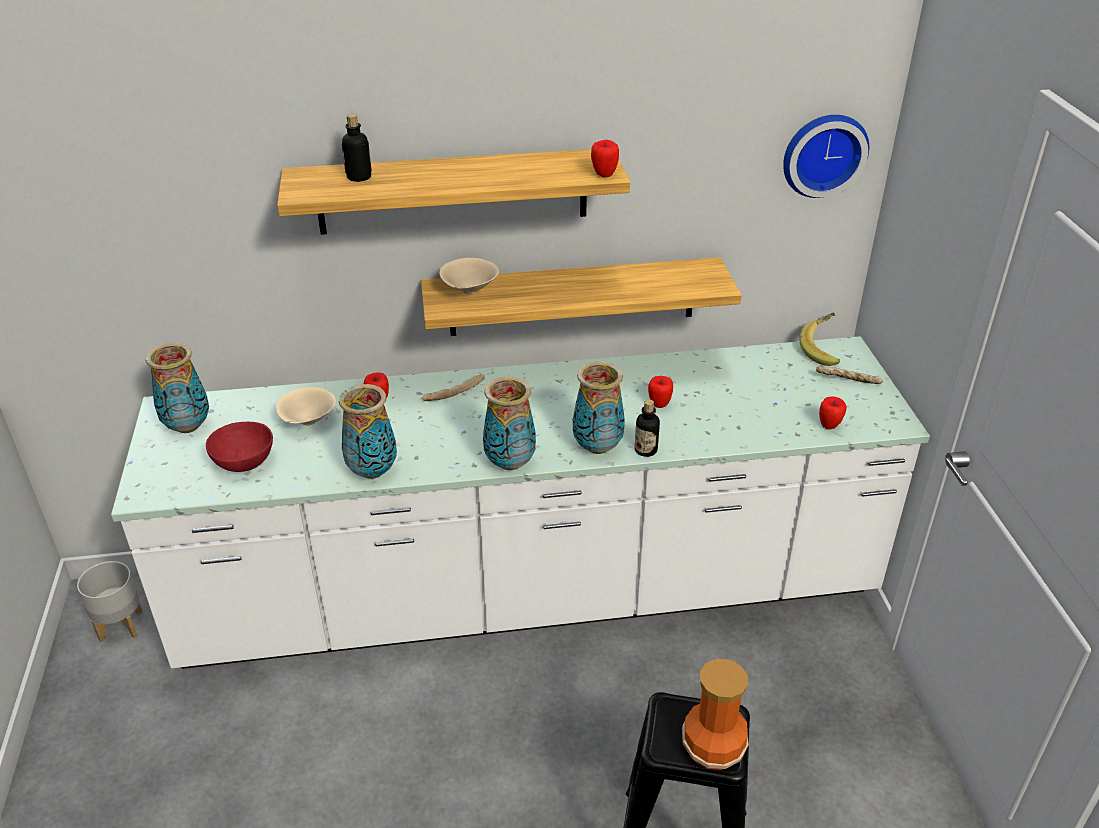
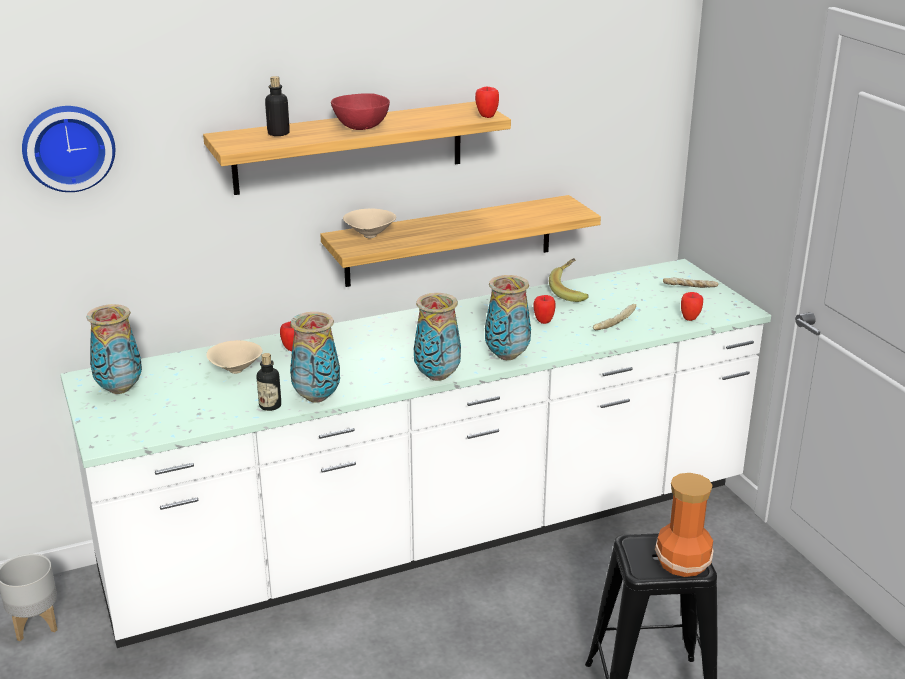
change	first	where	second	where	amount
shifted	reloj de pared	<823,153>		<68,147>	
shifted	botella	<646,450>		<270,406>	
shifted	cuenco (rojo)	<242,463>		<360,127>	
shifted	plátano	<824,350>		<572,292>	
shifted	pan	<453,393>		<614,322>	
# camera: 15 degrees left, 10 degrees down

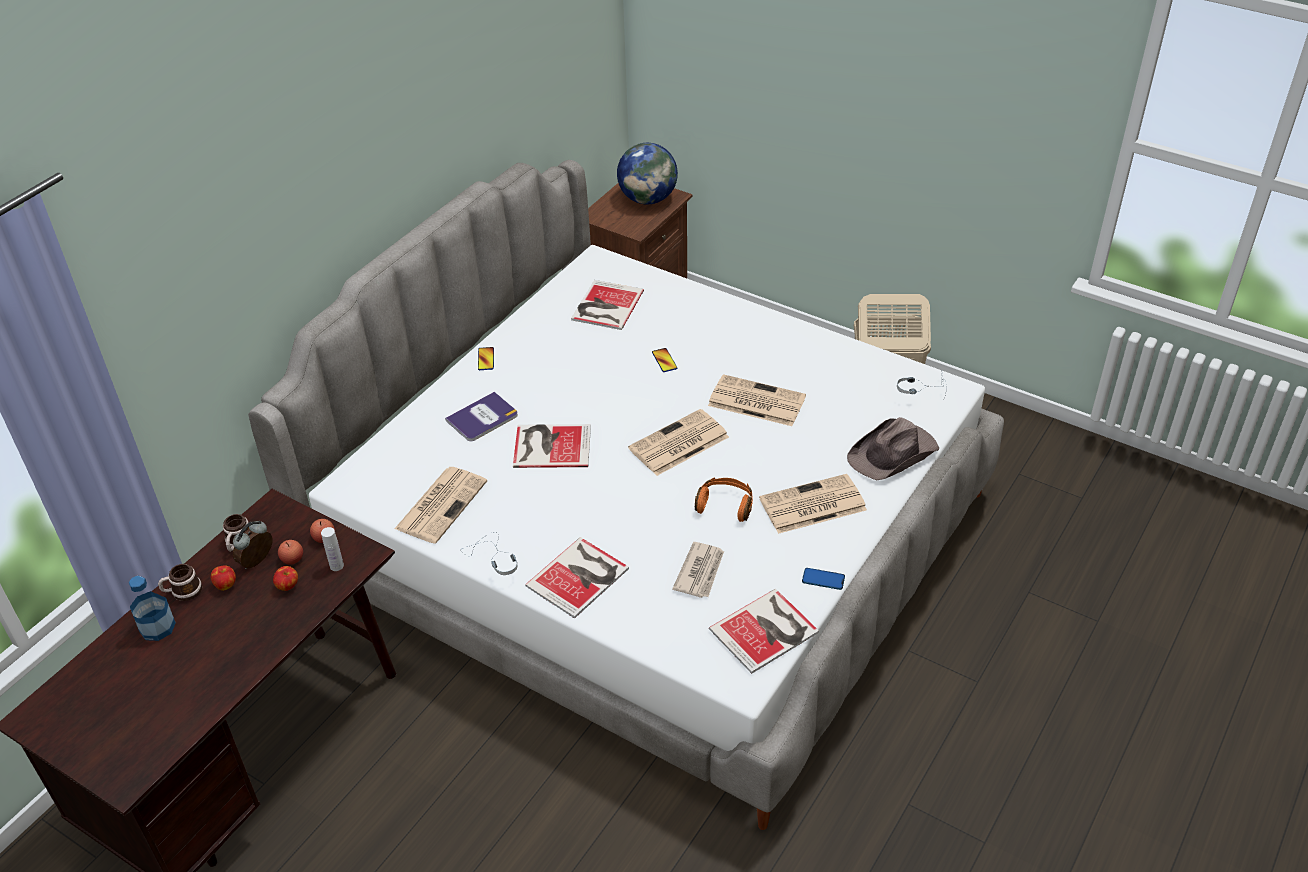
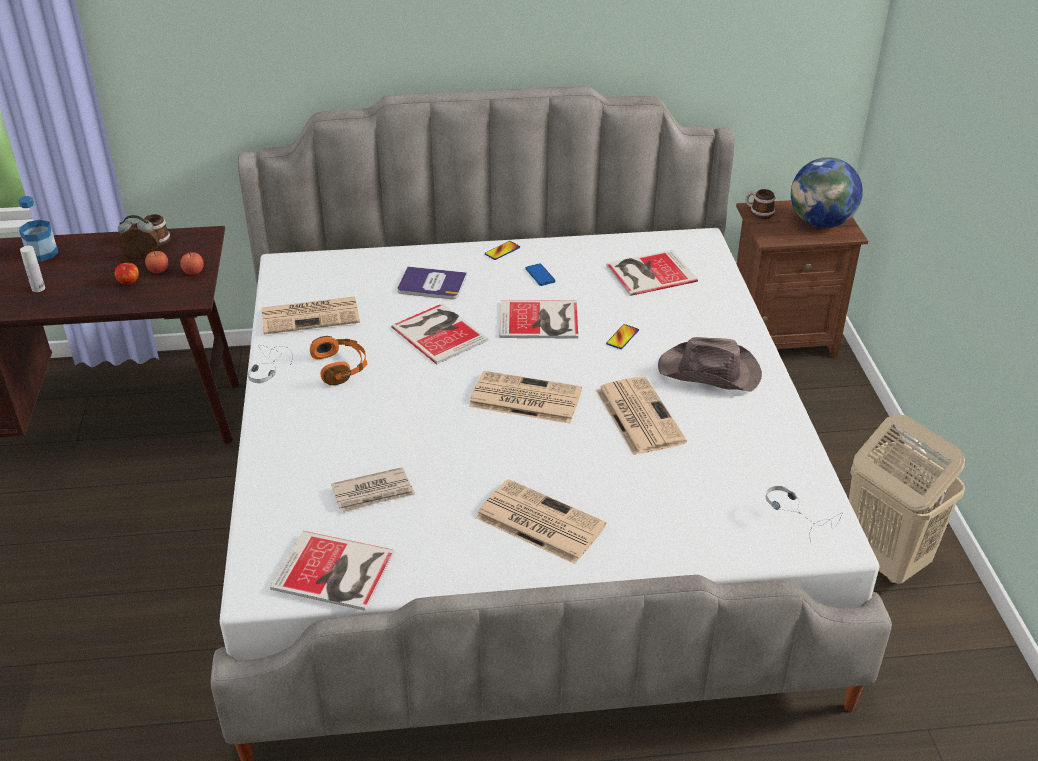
change	first	where	second	where	amount
shifted	botella (blanco)	<336,566>		<38,288>	
shifted	auriculares (naranja)	<725,505>		<341,367>	
shifted	libro	<580,577>		<541,321>	
shifted	móvil	<823,579>		<540,275>	
shifted	sombrero (marrón)	<893,454>		<710,372>	
shifted	taza grande	<182,592>		<758,212>	
gone	manzana	<226,585>			
# camera: 50 degrees right, 5 degrees down

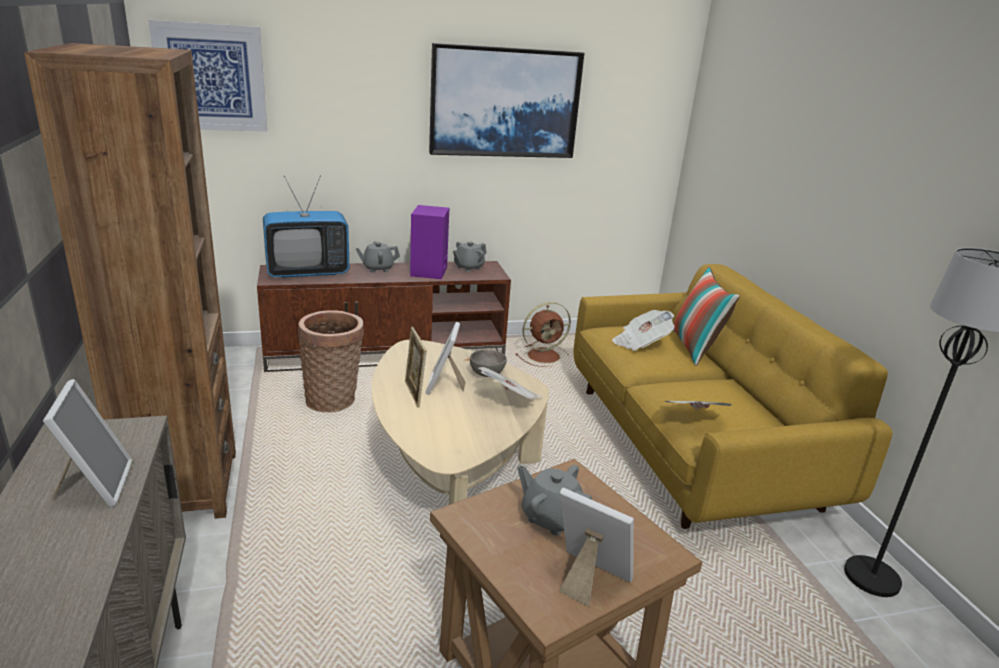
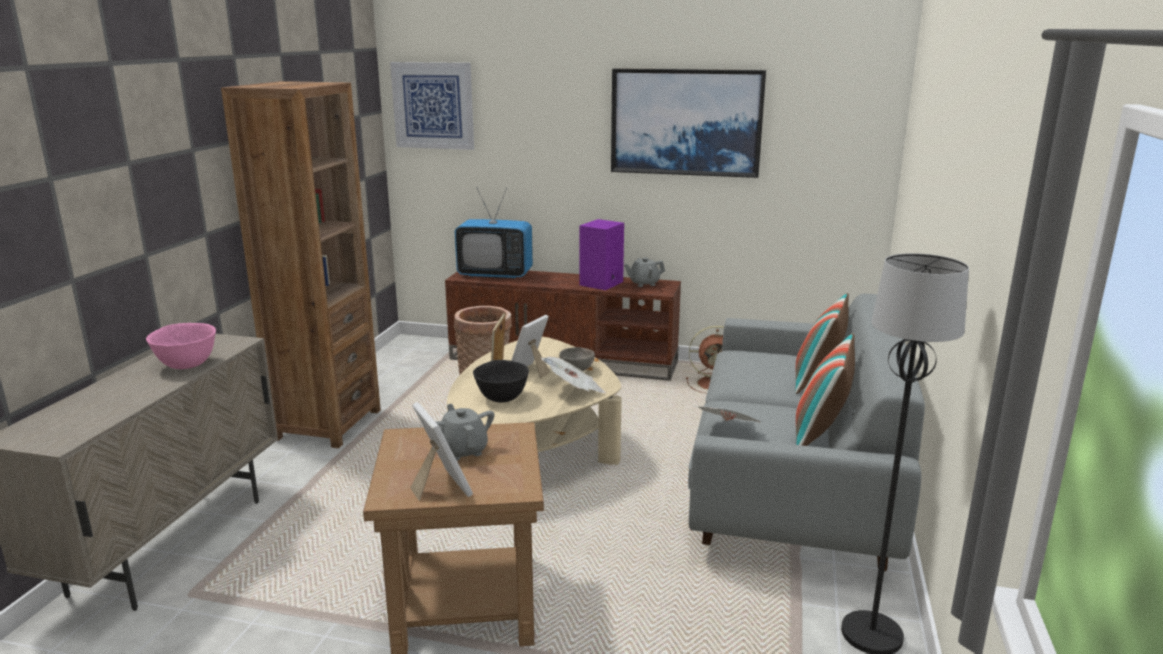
change	first	where	second	where	amount
swapped	portarretratos	<94,485>	cuenco (rosa)	<186,364>	
new			cuenco (negro)	<502,397>	
repainted	sofá (amarillo)	<690,445>	sofá (gris)	<792,484>	
new			cojín	<820,434>	
gone	tetera (gris)	<377,268>			
gone	periódico	<640,343>			
# camera: 30 degrees right, 5 degrees down

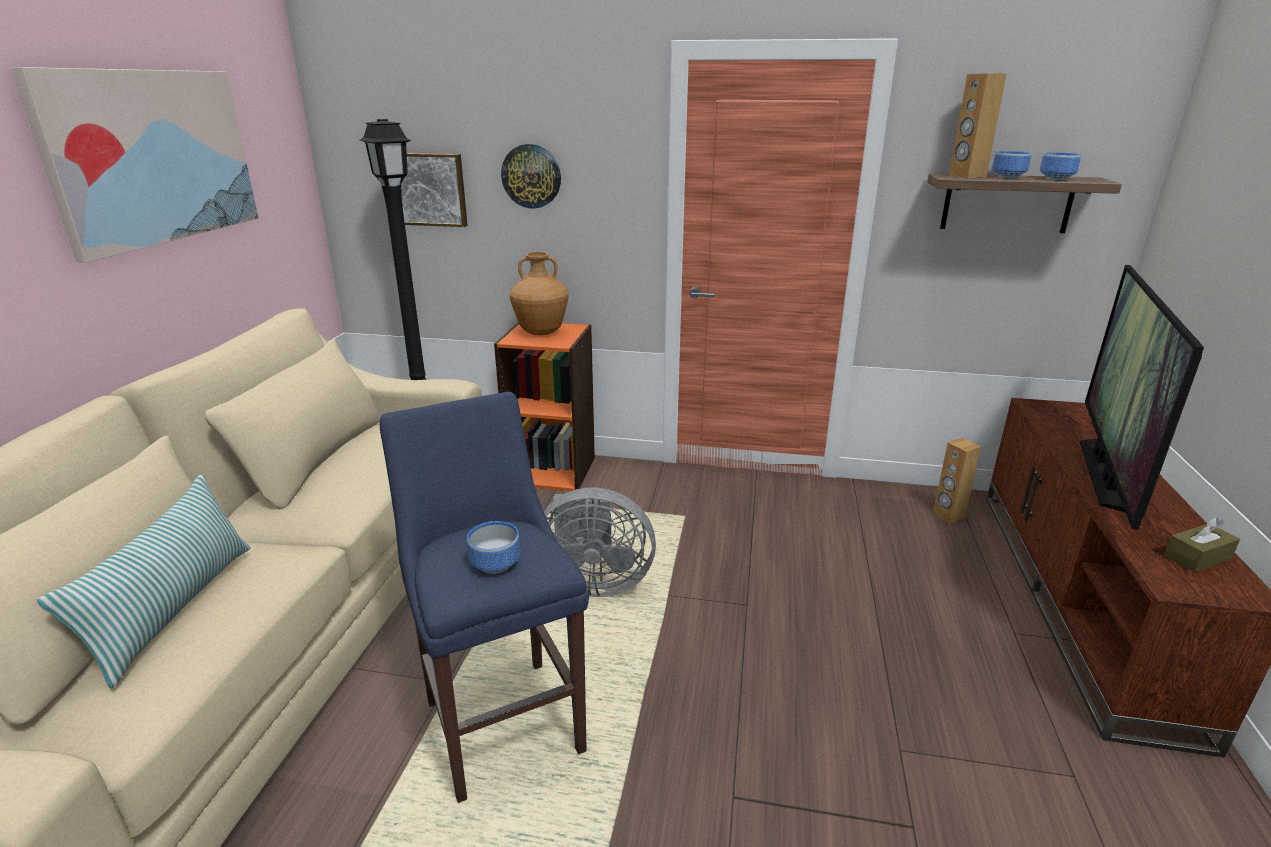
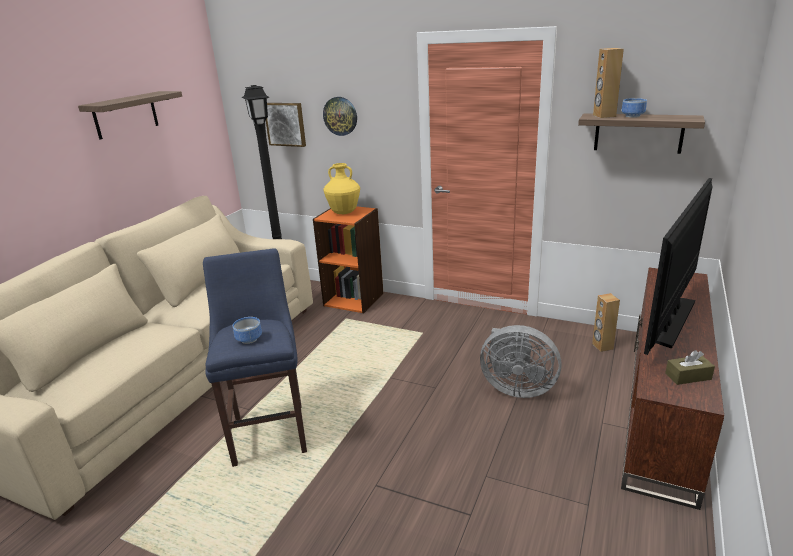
change	first	where	second	where	amount
swapped	cuadro	<153,157>	estante	<125,115>	
repainted	florero (marrón)	<541,333>	florero (amarillo)	<343,212>	
shifted	ventilador (gris)	<594,582>		<516,387>	
gone	cojín	<175,608>			
gone	cuenco	<1057,178>			
# camera: 15 degrees right, 0 degrees up

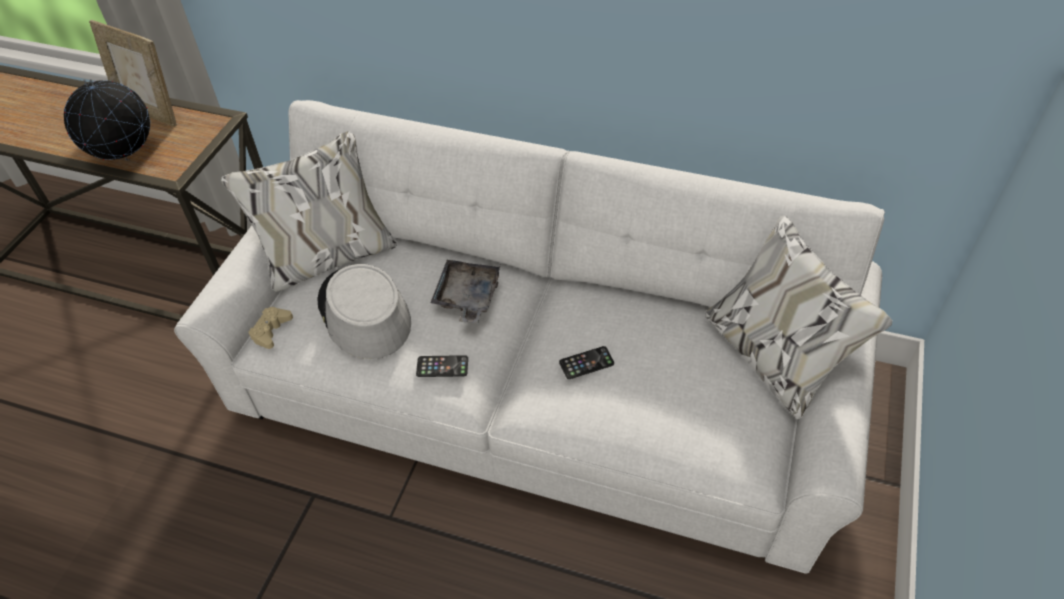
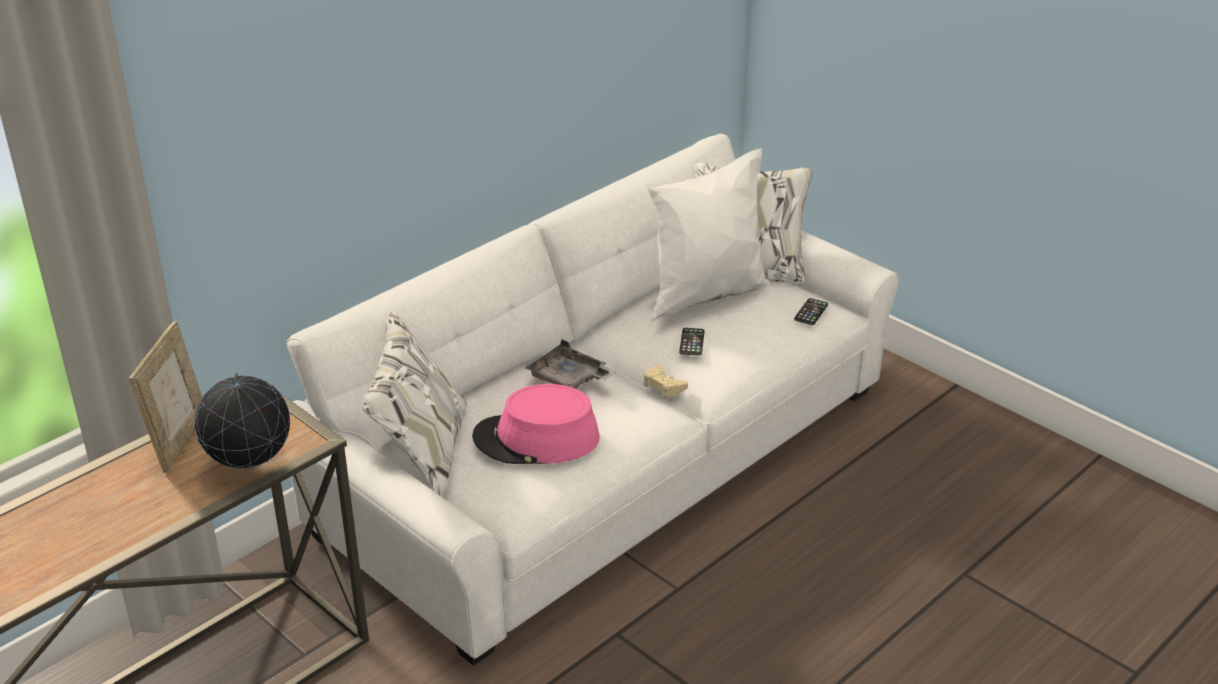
change	first	where	second	where	amount
rotated	portarretratos	<150,112>		<179,441>	45 degrees counterclockwise
repainted	sombrero (gris)	<363,313>	sombrero (rosa)	<536,439>	
shifted	mando de consola (beis)	<271,330>		<663,386>	
new			cojín (blanco)	<706,296>	
shifted	móvil	<442,366>		<811,312>	
# camera: 65 degrees left, 15 degrees down

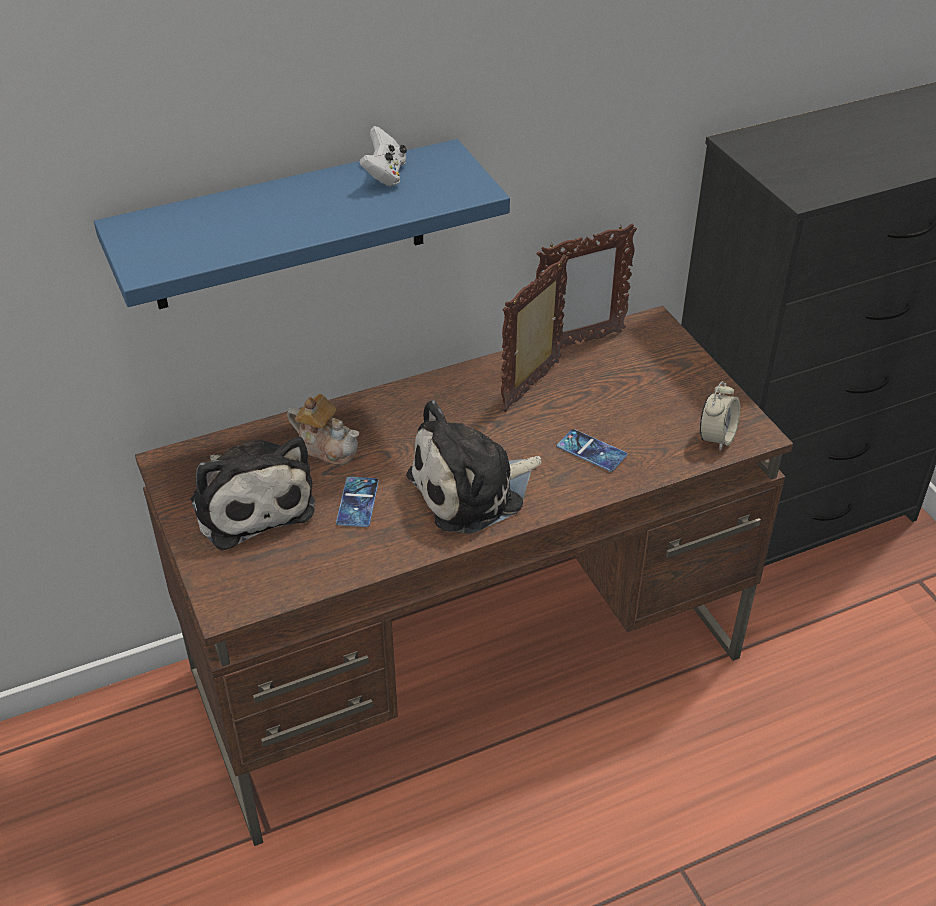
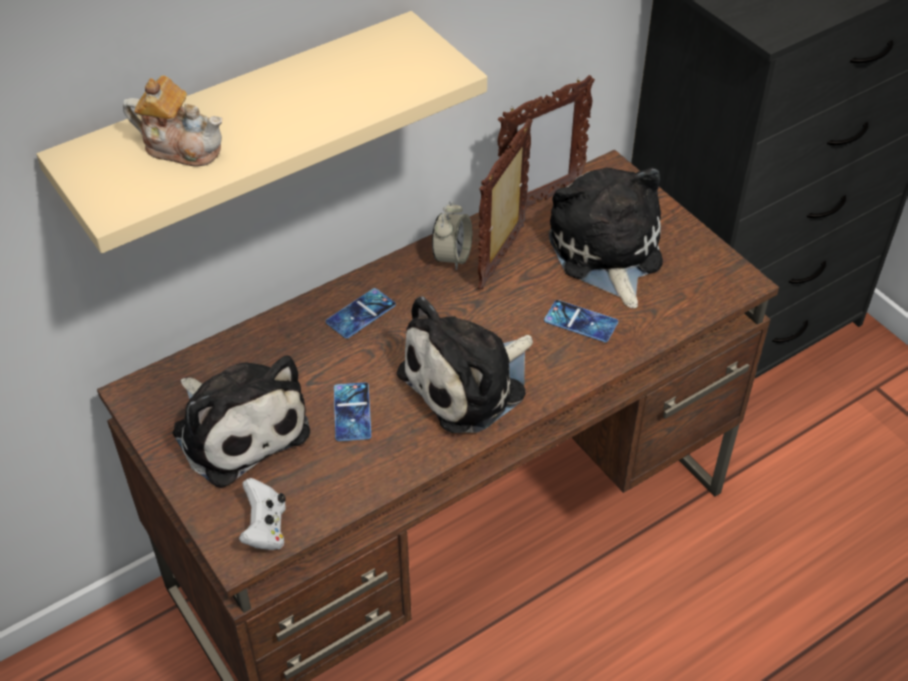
change	first	where	second	where	amount
repainted	estante (azul)	<289,226>	estante (beis)	<243,127>	
shifted	tetera	<327,447>		<181,147>	
shifted	mando de consola (blanco)	<385,175>		<265,528>	
new			móvil	<361,314>	
shifted	despertador	<716,438>		<452,257>	
new			peluche	<606,253>	
# camera: 10 degrees left, 5 degrees up

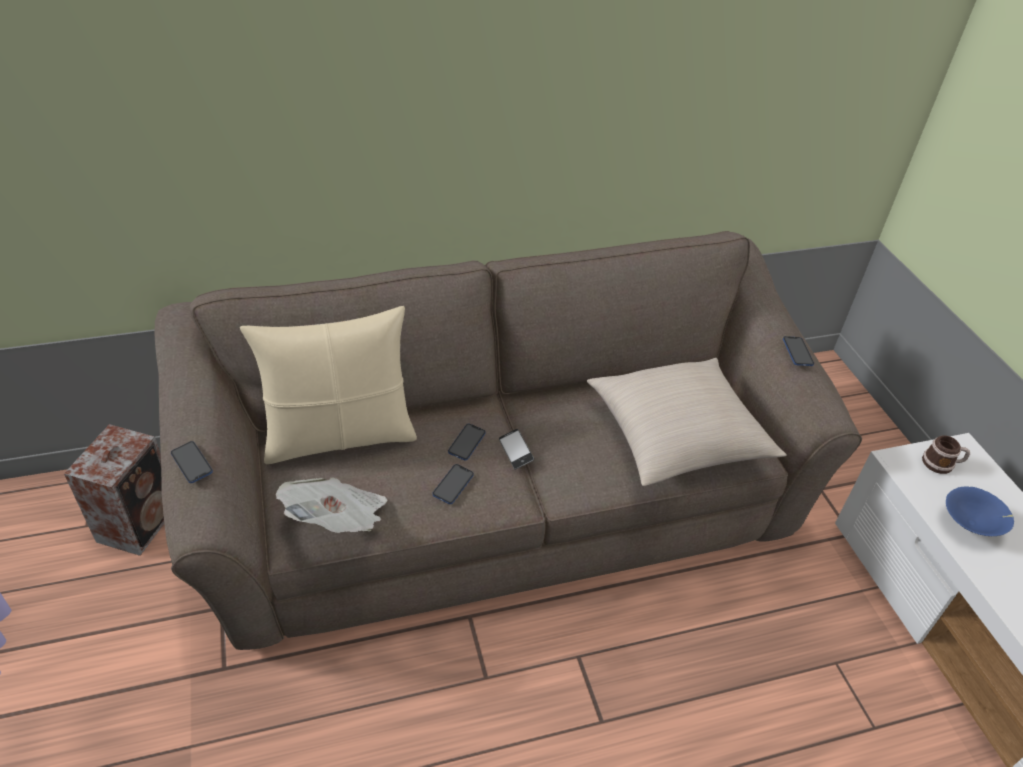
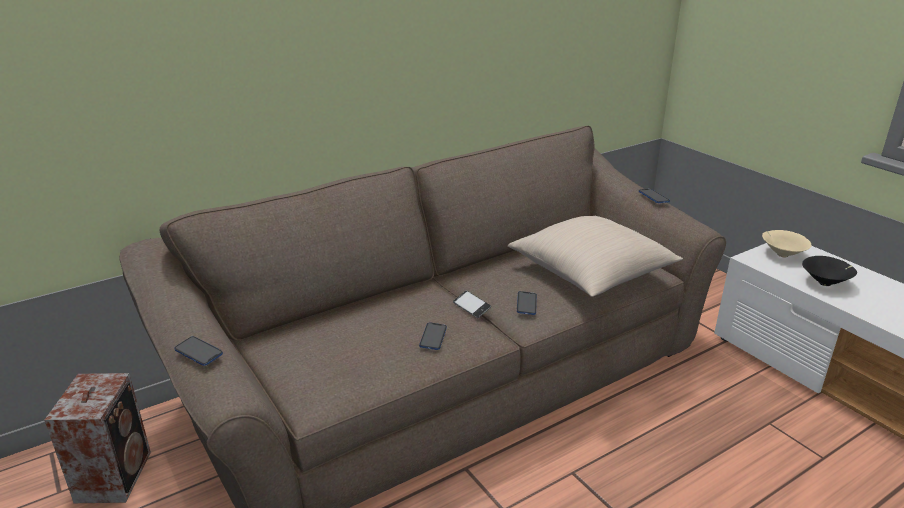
change	first	where	second	where	amount
shifted	móvil	<467,443>		<526,304>	
swapped	taza grande	<941,464>	cuenco (beis)	<781,254>	
repainted	cuenco (azul)	<971,526>	cuenco (negro)	<826,283>	
gone	cojín (beis)	<340,436>			
gone	periódico	<338,521>			
# camera: 15 degrees left, 15 degrees down

